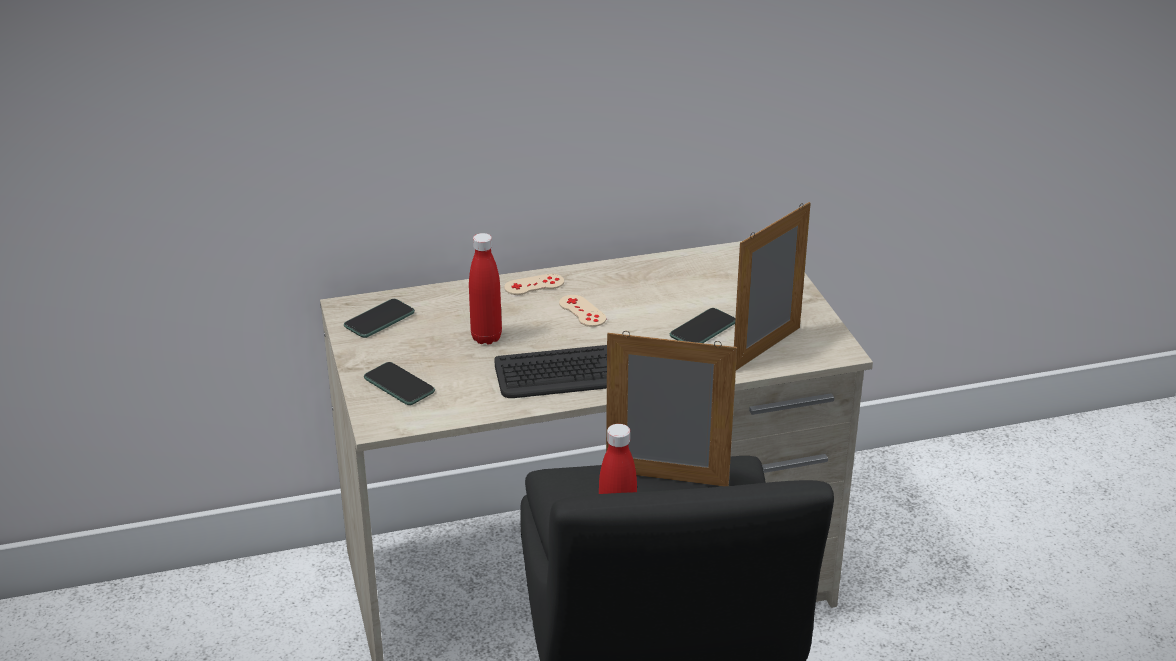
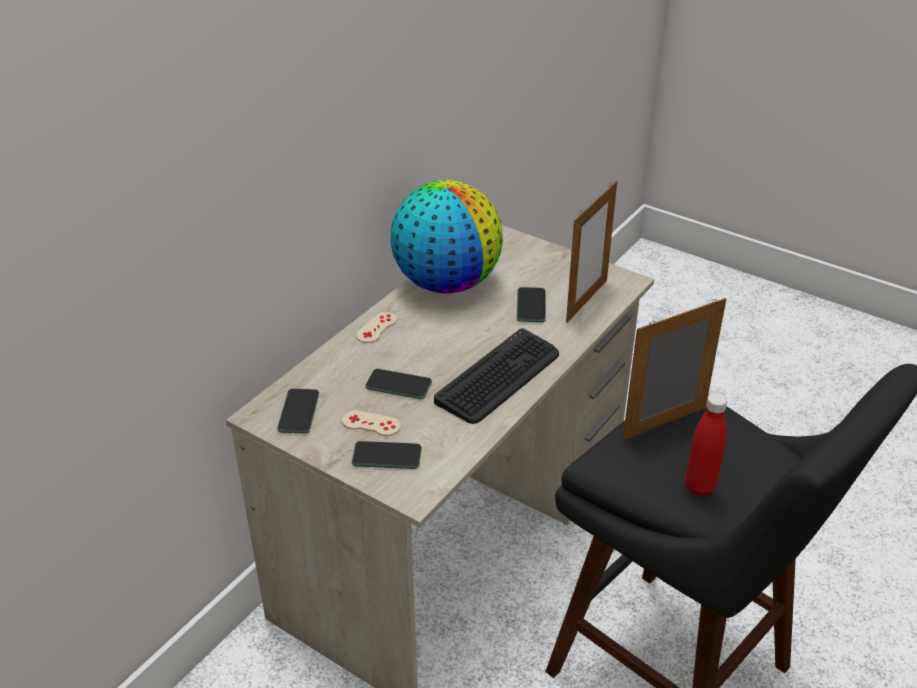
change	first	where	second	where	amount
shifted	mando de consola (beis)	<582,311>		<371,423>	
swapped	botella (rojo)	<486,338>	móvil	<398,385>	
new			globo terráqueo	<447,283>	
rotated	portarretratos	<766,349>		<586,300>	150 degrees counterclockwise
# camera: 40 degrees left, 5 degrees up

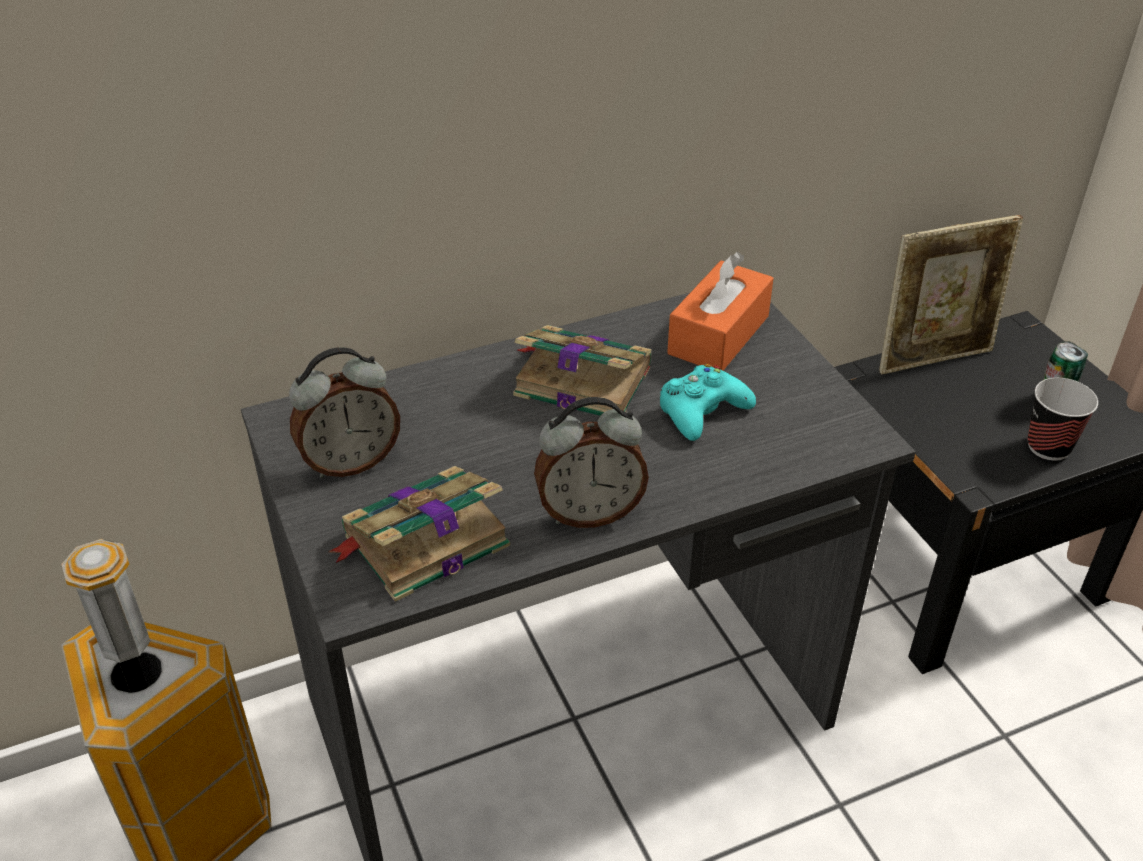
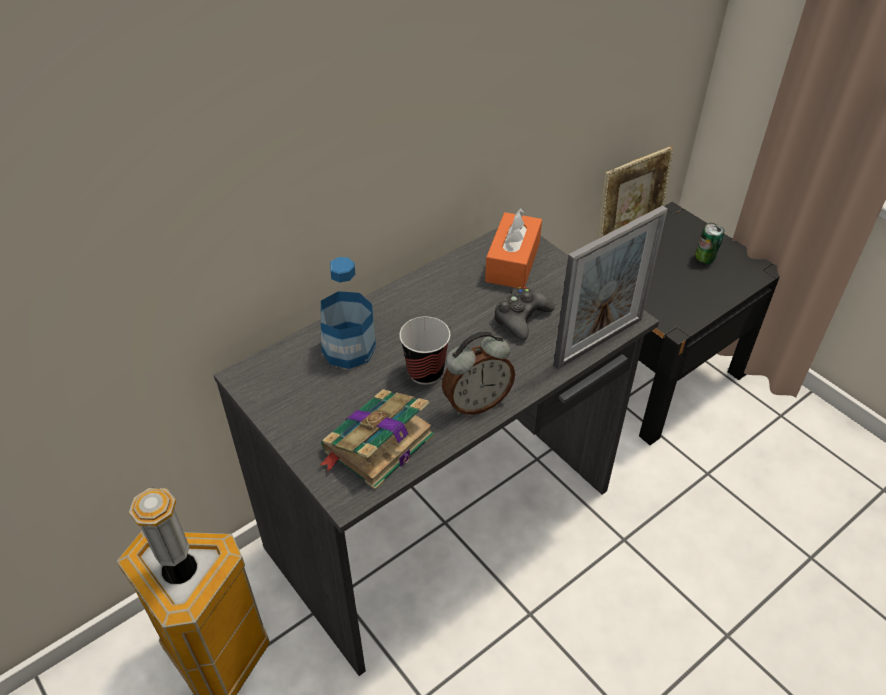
change	first	where	second	where	amount
new			botella	<348,349>	
shifted	taza	<1048,447>		<425,372>	
repainted	mando de consola (turquesa)	<702,411>	mando de consola (negro)	<521,318>	
new			portarretratos	<598,342>	
gone	despertador	<350,462>			
gone	libro	<579,380>			
# camera: 15 degrees left, 5 degrees up

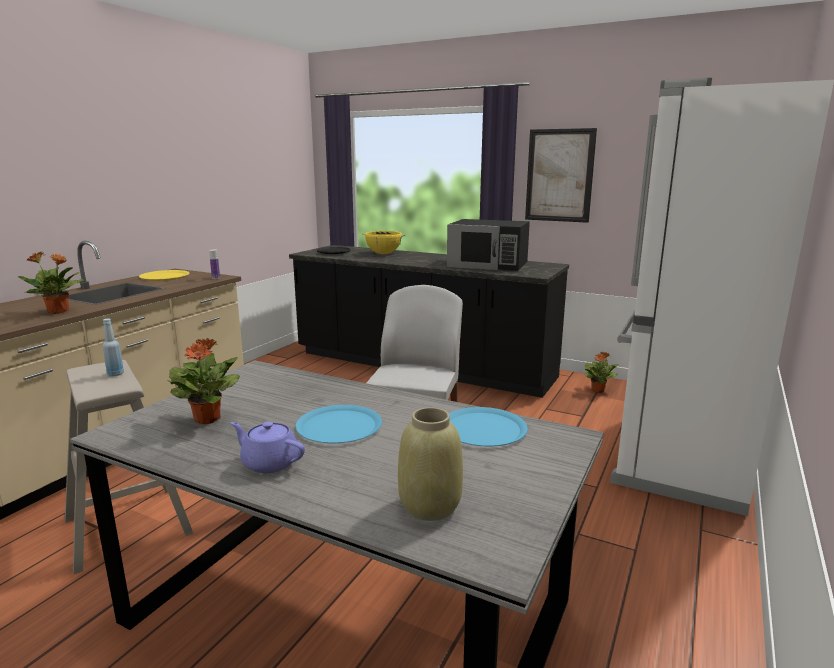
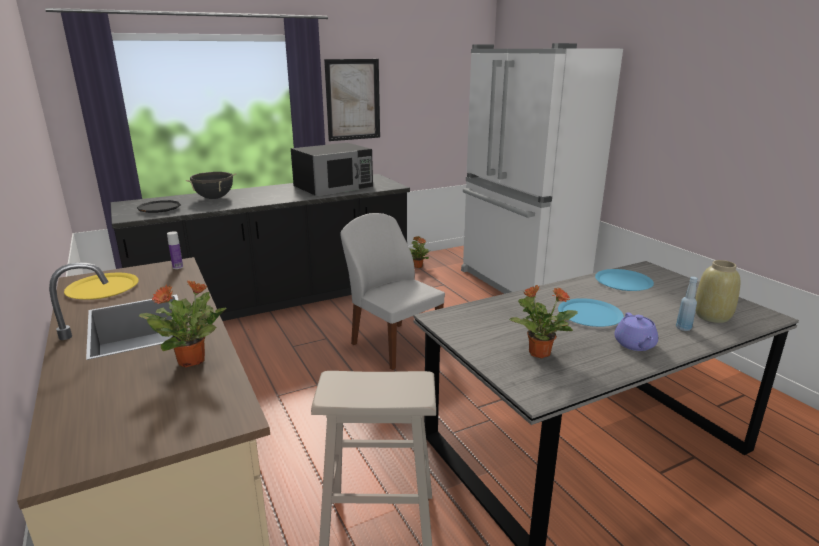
change	first	where	second	where	amount
repainted	olla (amarillo)	<383,254>	olla (negro)	<214,198>	
rotated	tetera (morado)	<269,463>		<635,345>	60 degrees counterclockwise
shifted	botella (azul)	<115,374>		<683,328>	
# camera: 55 degrees left, 5 degrees up

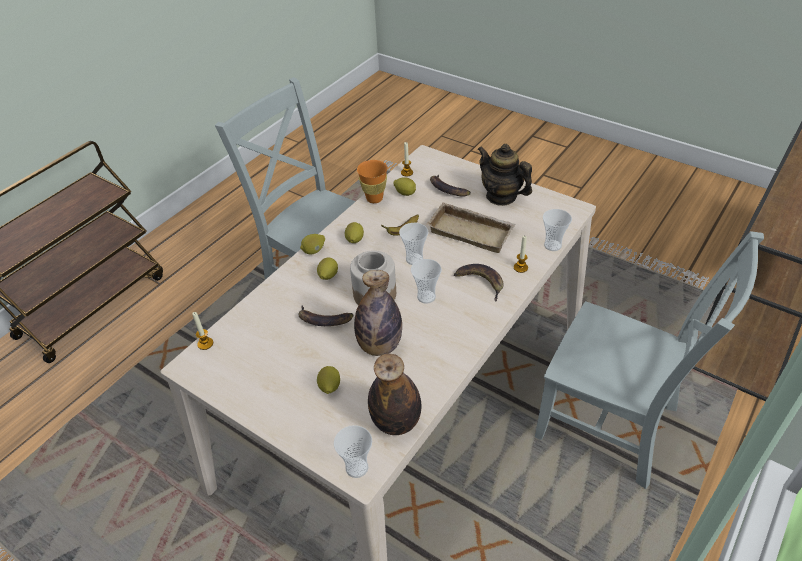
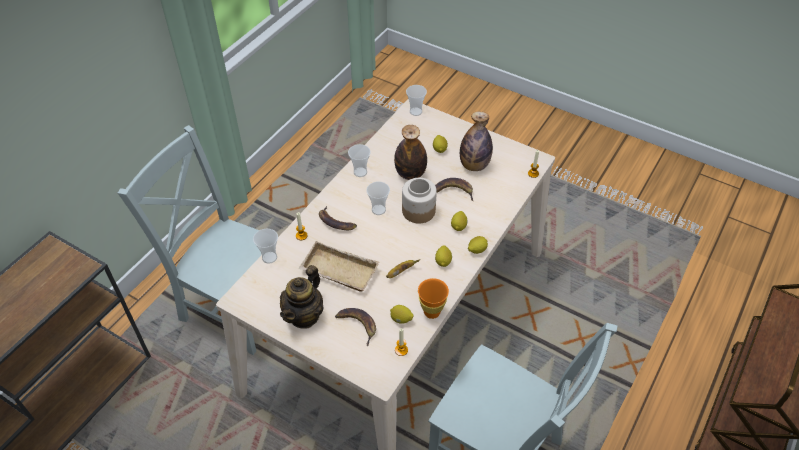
change	first	where	second	where	amount
rotated	tetera	<501,196>		<304,315>	75 degrees clockwise
shifted	taza	<414,259>		<360,172>	
shifted	botella	<396,422>		<474,165>	
# camera: 175 degrees right, 5 degrees up

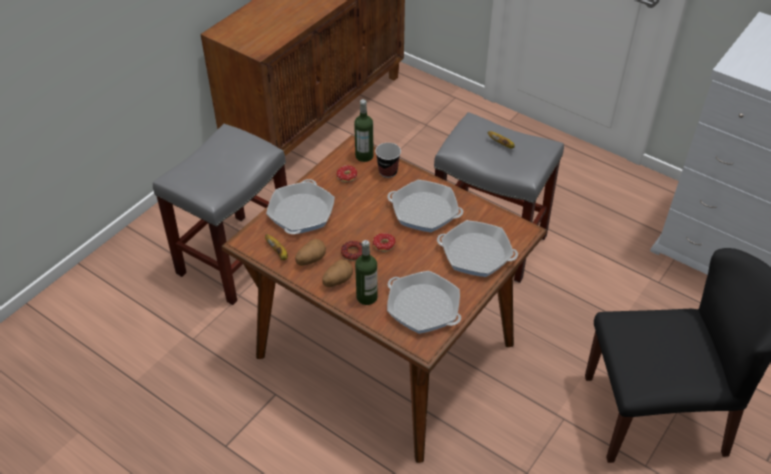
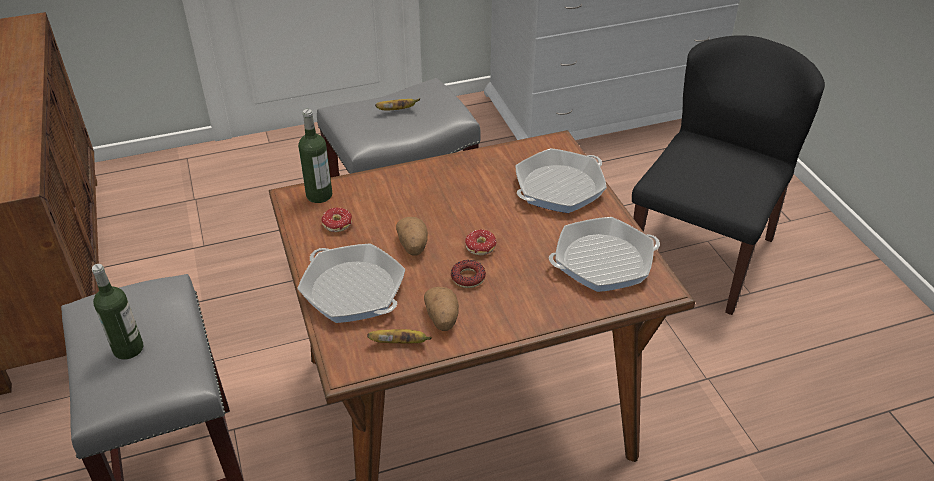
change	first	where	second	where	amount
shifted	botella	<367,297>		<128,348>	
shifted	patata	<337,280>		<413,246>	
gone	taza	<388,172>			
gone	sartén	<424,211>			
# camera: 55 degrees left, 5 degrees down

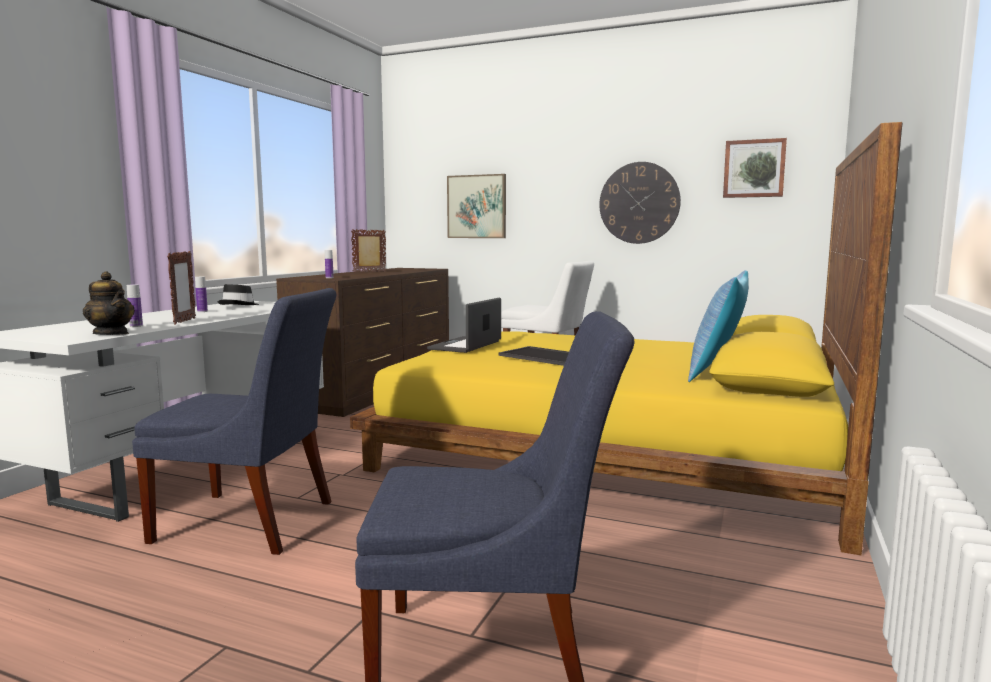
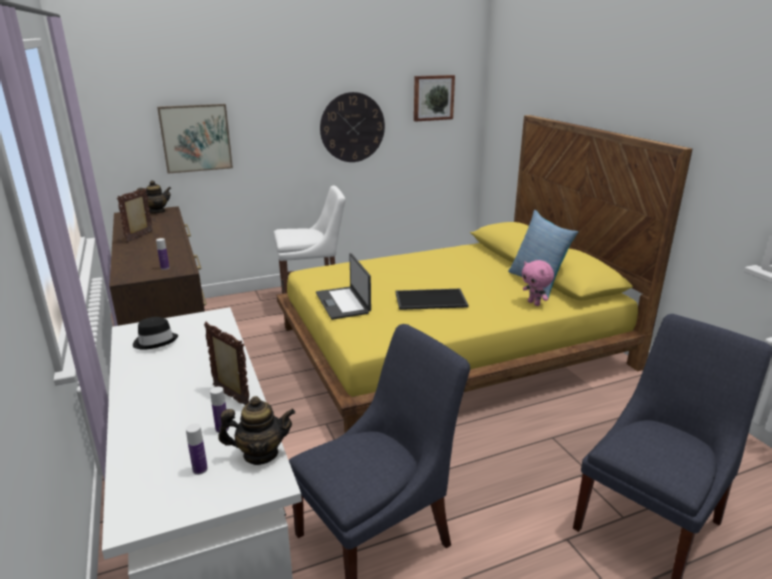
change	first	where	second	where	amount
new			tetera	<157,212>	
shifted	botella	<202,311>		<200,469>	
new			peluche (rosa)	<534,303>	
# camera: 45 degrees left, 15 degrees up

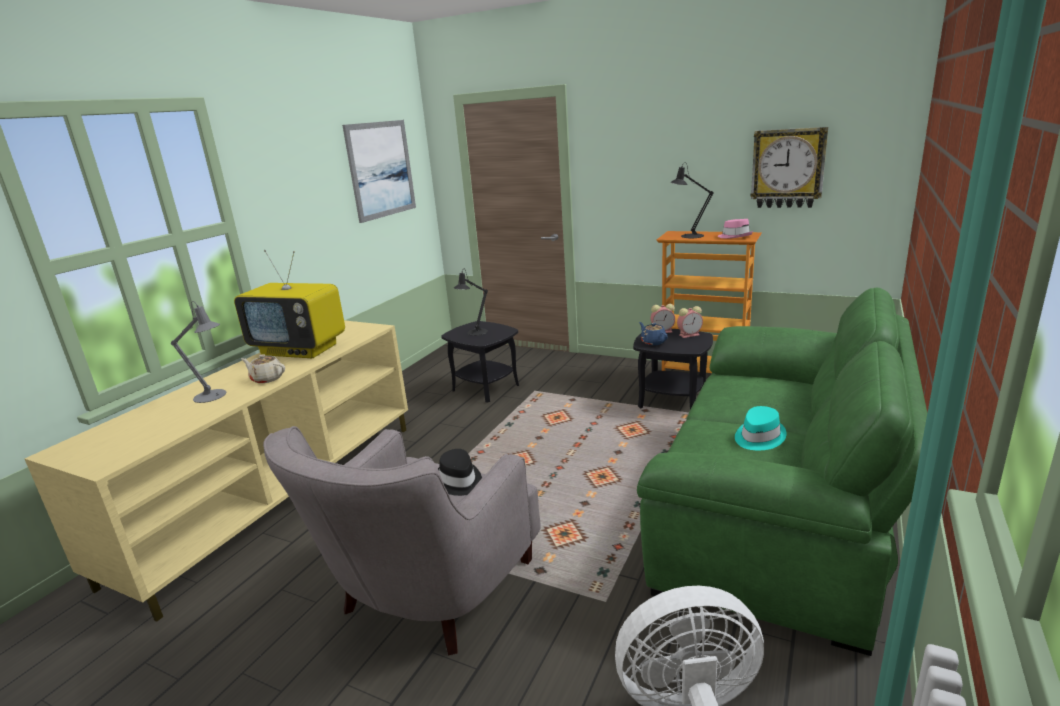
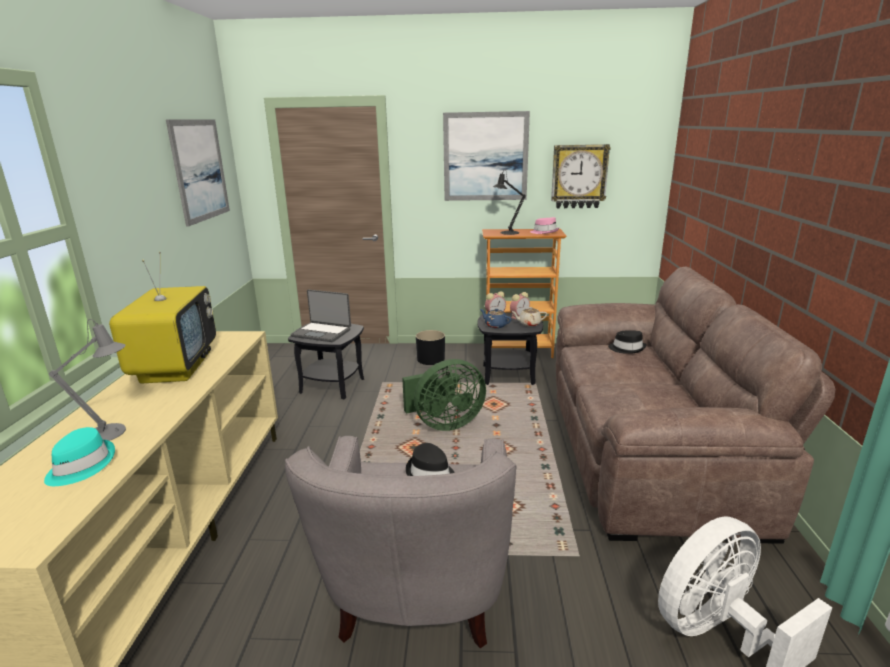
change	first	where	second	where	amount
shifted	sombrero (turquesa)	<758,437>		<81,466>	
rotated	televisor	<300,349>		<176,367>	90 degrees counterclockwise
swapped	lámpara de mesa (negro)	<475,333>	portátil	<322,332>	
new			ventilador (verde)	<444,423>	
new			maceta (negro)	<431,359>	
new			cuadro	<485,157>	
shifted	tetera (beis)	<267,379>		<529,324>	
repainted	sofá (verde)	<778,511>	sofá (marrón)	<648,449>	
new			sombrero (negro)	<627,348>	
# camera: 25 degrees left, 0 degrees up

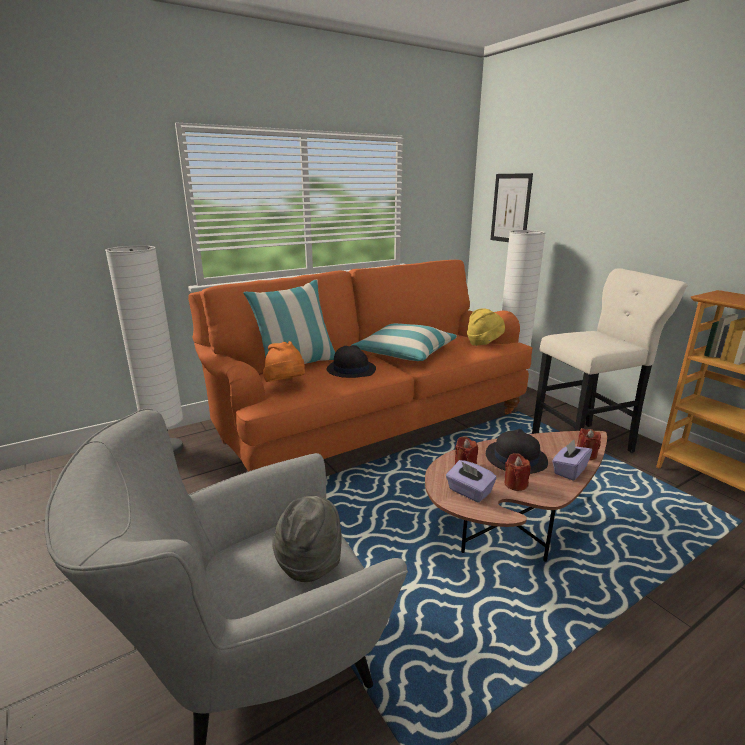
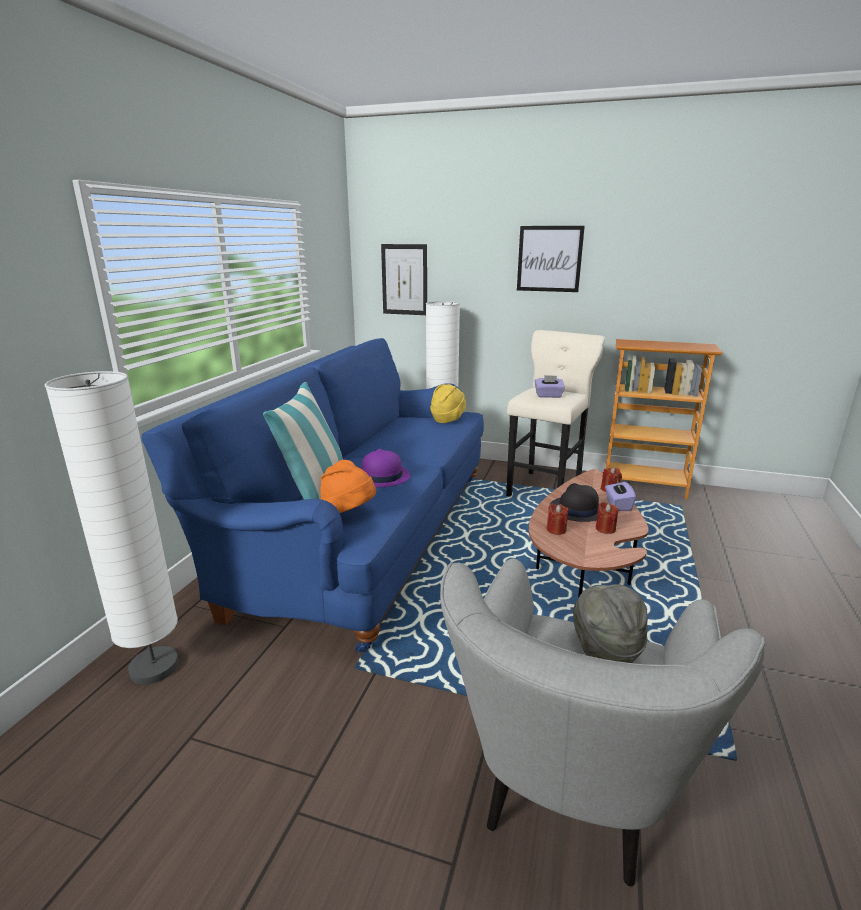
change	first	where	second	where	amount
repainted	sofá (naranja)	<371,424>	sofá (azul)	<363,536>	
repainted	sombrero (negro)	<350,369>	sombrero (morado)	<381,477>	
new			cuadro	<549,259>	
shifted	caja de pañuelos (morado)	<469,492>		<548,396>	
gone	cojín	<404,353>			
# camera: 40 degrees left, 0 degrees up

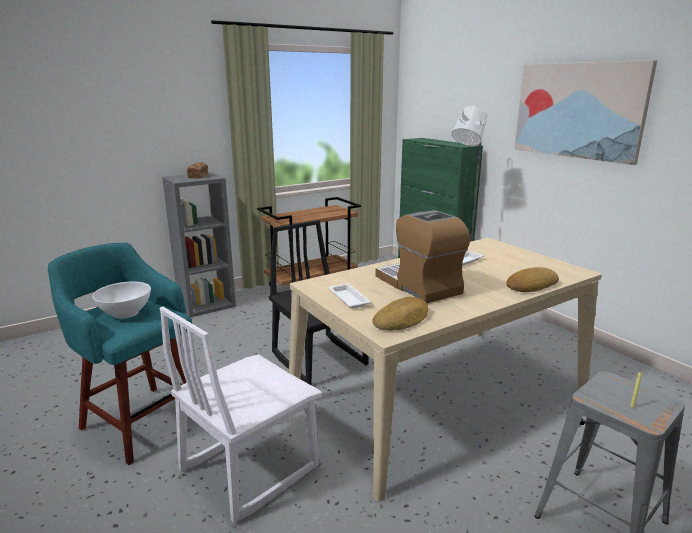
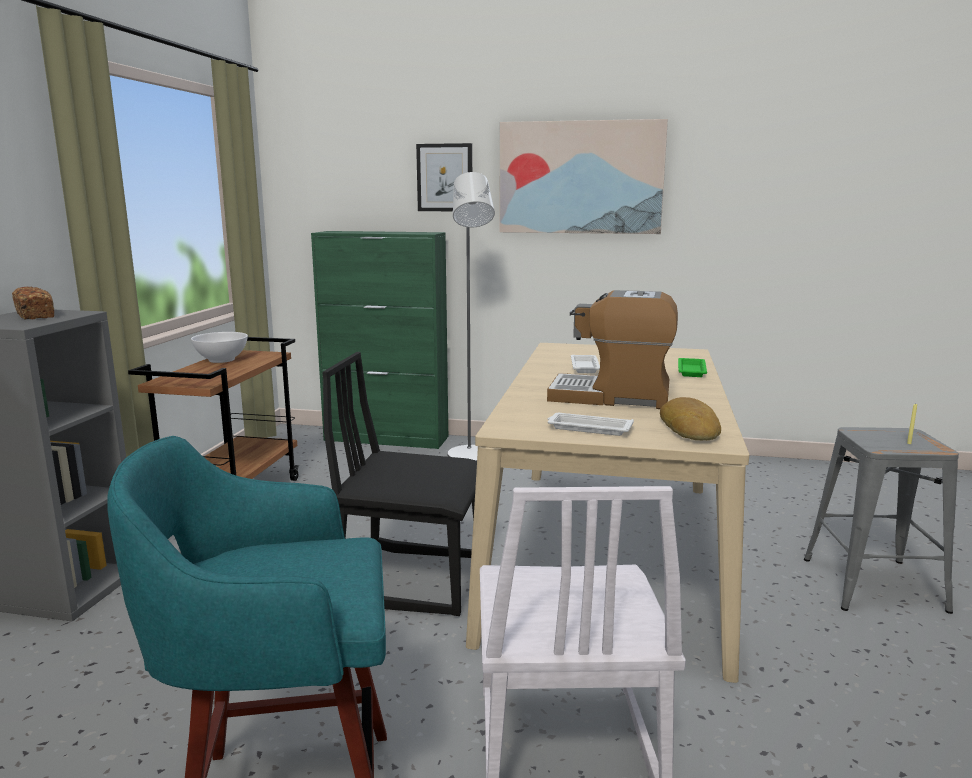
change	first	where	second	where	amount
shifted	cuenco (blanco)	<125,313>		<221,360>	
new			cuadro	<445,177>	
swapped	pan	<530,285>	bandeja (verde)	<691,370>	
# camera: 45 degrees left, 5 degrees down

